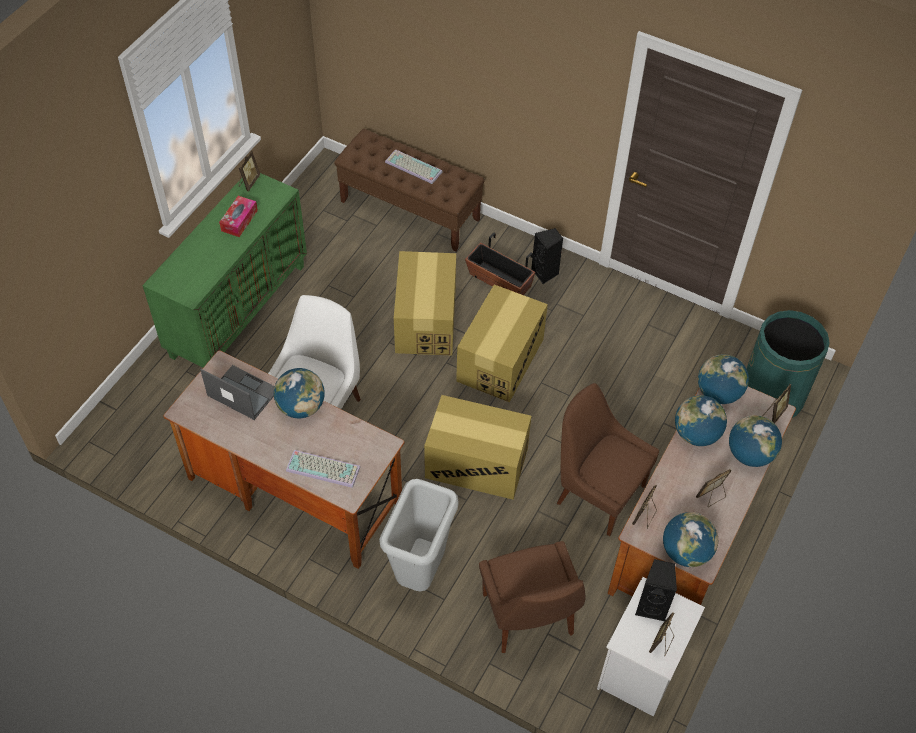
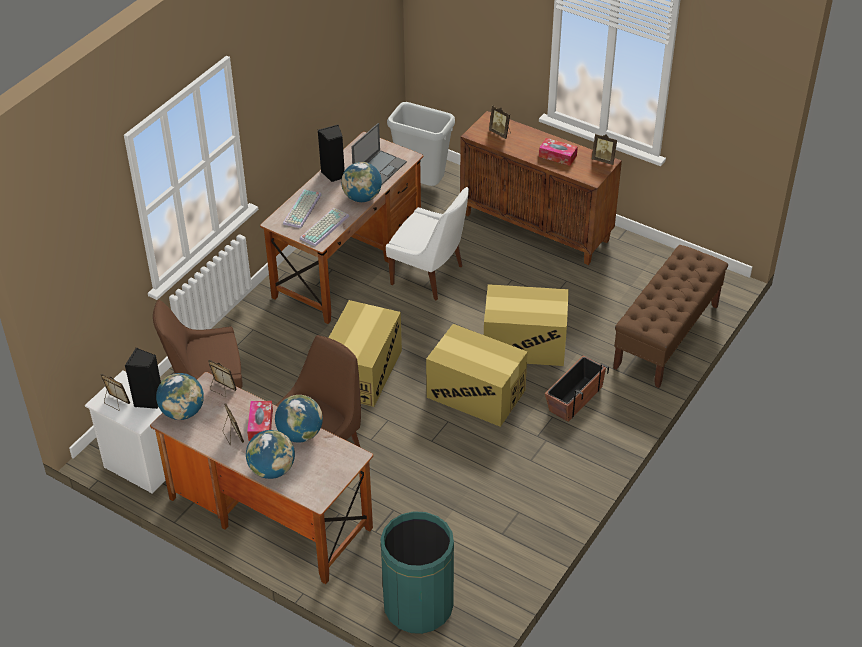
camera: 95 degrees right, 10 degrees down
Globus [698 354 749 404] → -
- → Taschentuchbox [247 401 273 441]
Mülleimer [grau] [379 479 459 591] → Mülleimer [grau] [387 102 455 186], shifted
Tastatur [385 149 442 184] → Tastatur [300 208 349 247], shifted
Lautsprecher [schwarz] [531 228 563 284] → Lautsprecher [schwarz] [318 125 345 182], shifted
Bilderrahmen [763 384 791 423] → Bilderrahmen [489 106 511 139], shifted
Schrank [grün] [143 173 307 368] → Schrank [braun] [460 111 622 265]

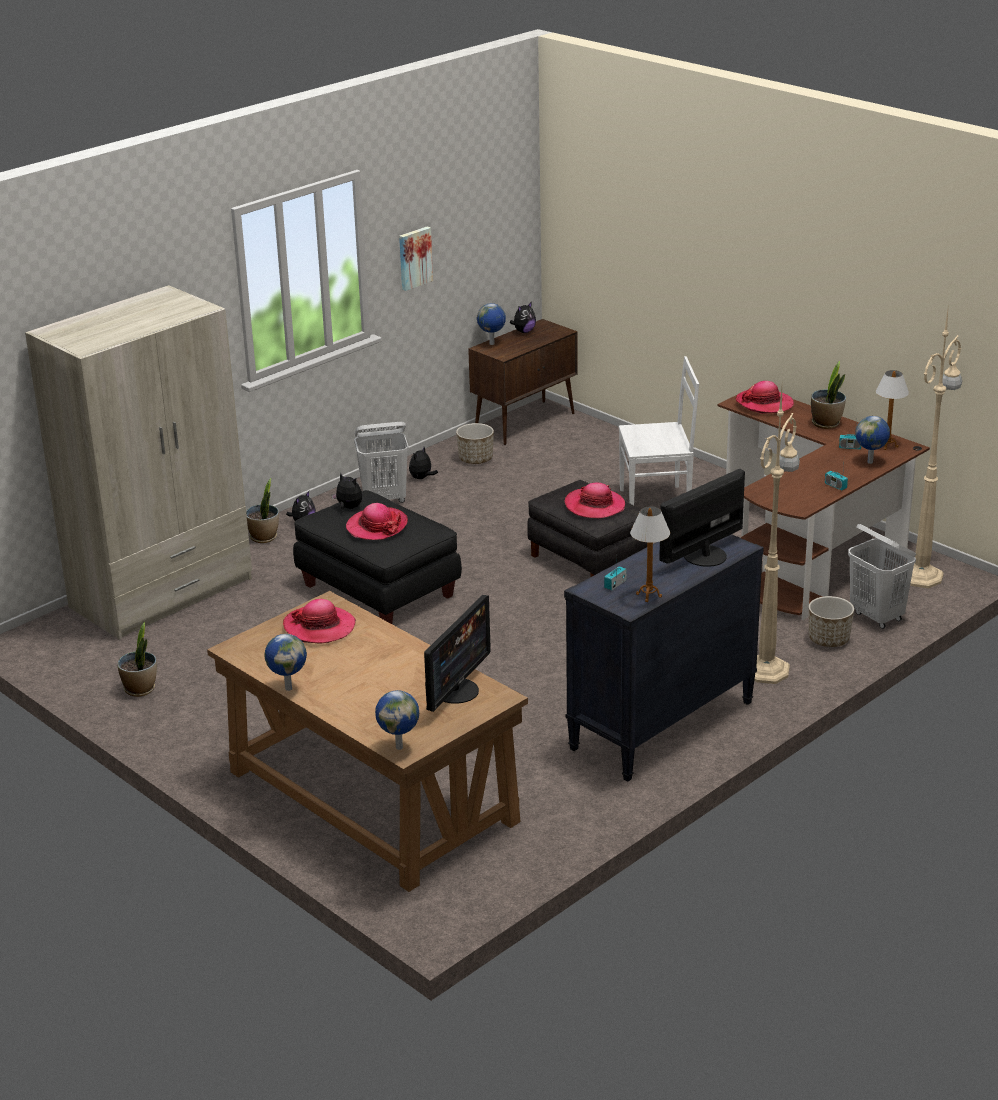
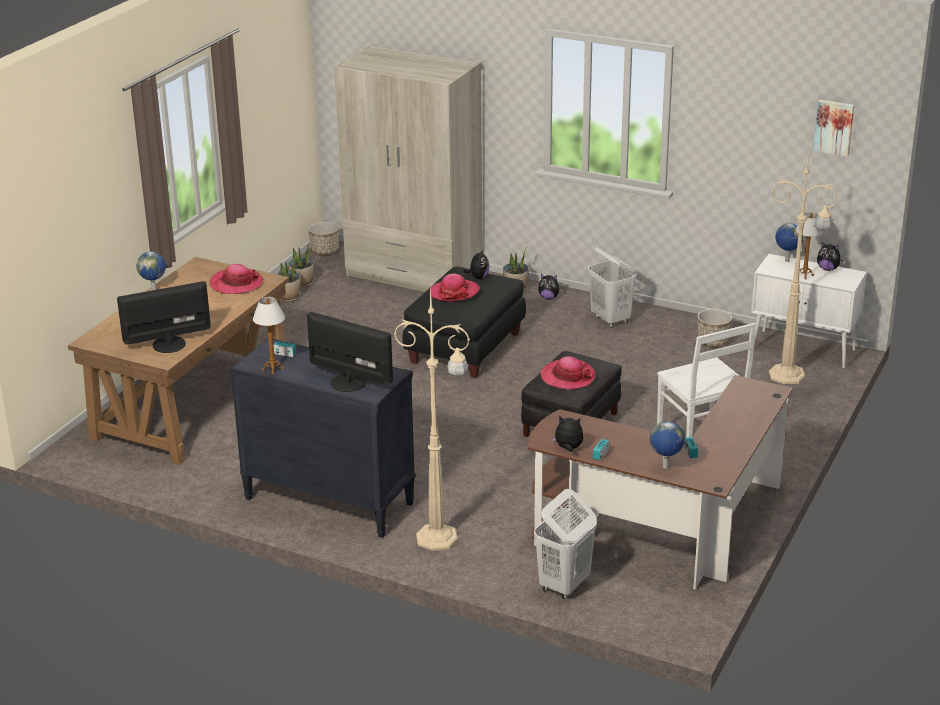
camera: 70 degrees right, 0 degrees up
Globus [375 690 419 750] → -
Hut [735 381 794 414] → -
Bild [399 226 433 291] → Bild [813 100 854 157], shifted
Plüschtier [409 447 438 479] → Plüschtier [551 415 583 452], shifted
Pflanzkübel [809 596 854 647] → Pflanzkübel [308 222 339 255], shifted
Topfpflanze [811 361 846 429] → Topfpflanze [288 242 314 288], shifted
Tischlampe [876 370 909 450] → Tischlampe [795 212 823 279], shifted
Stehlampe [beige] [910 303 962 588] → Stehlampe [beige] [769 150 838 384], shifted
Schrank [braun] [468 319 578 445] → Schrank [weiß] [751 254 867 369]
Monitor [424 595 491 712] → Monitor [117 281 211 353], 150 degrees clockwise

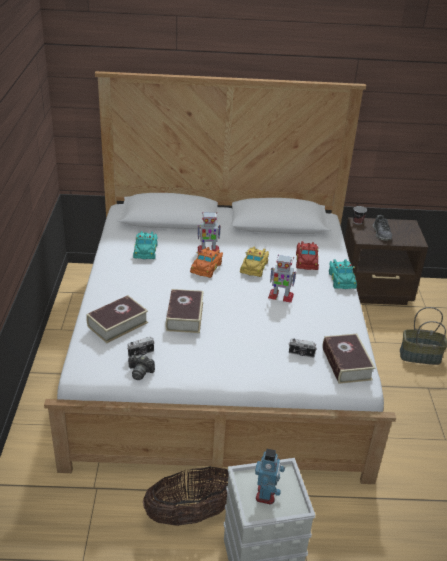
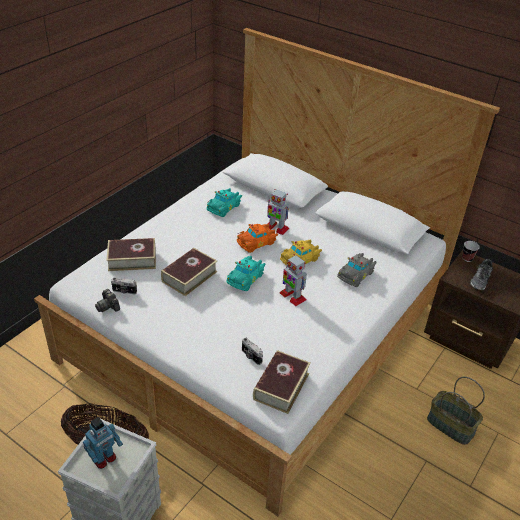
camera: 35 degrees right, 5 degrees up
Spielzeugauto [türkis] [329 259 357 289] → Spielzeugauto [türkis] [226 256 266 291], shifted
Spielzeugauto [rot] [296 241 319 270] → Spielzeugauto [grau] [337 253 377 287]

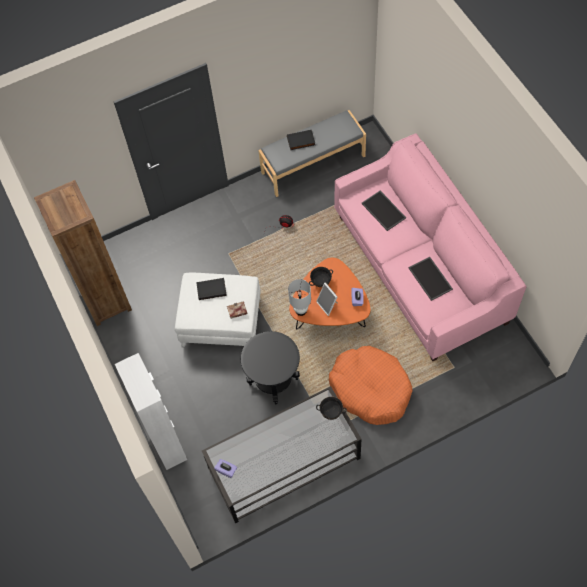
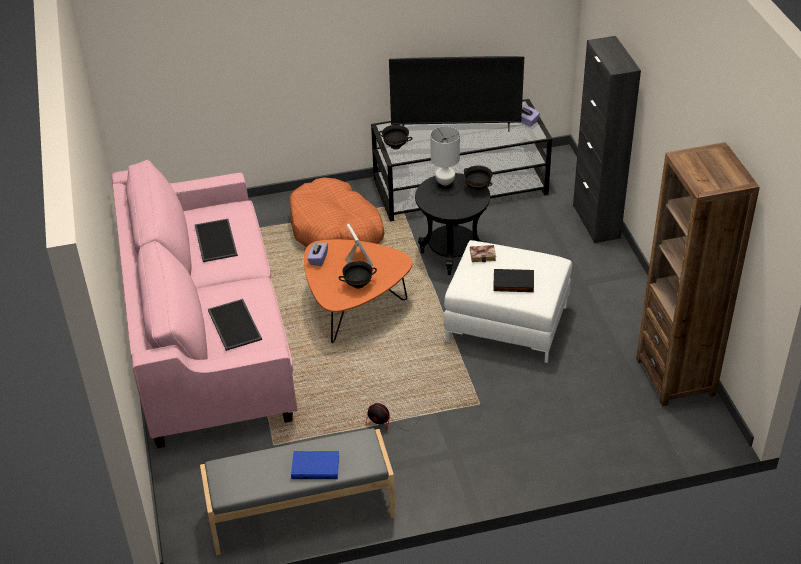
camera: 170 degrees left, 20 degrees down
- → Fernseher [389 56 524 132]
- → Schüssel [schwarz] [464 165 493 192]
Tischlampe [weiß] [288 279 311 316] → Tischlampe [weiß] [430 126 460 189], shifted
Schrank [weiß] [115 353 187 470] → Schrank [schwarz] [573 36 641 243]
Buch [schwarz] [287 130 315 150] → Buch [blau] [291 451 339 479]

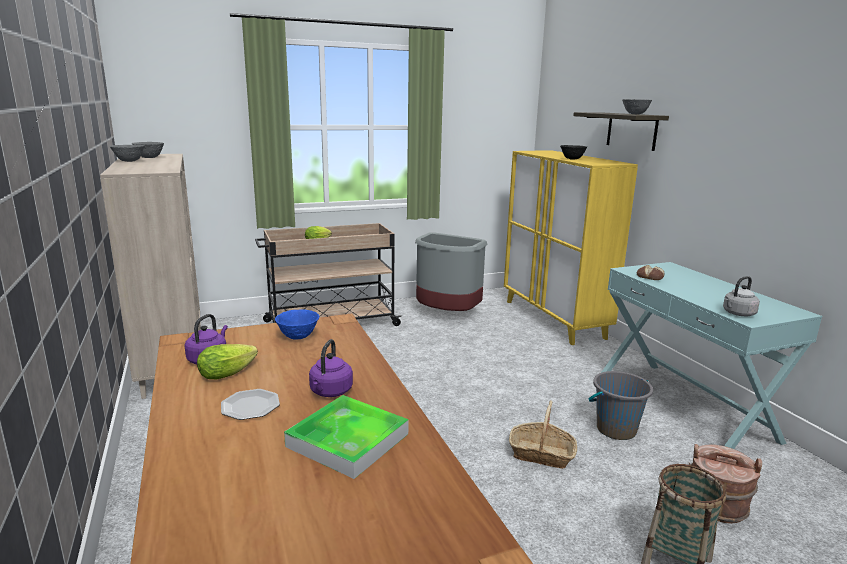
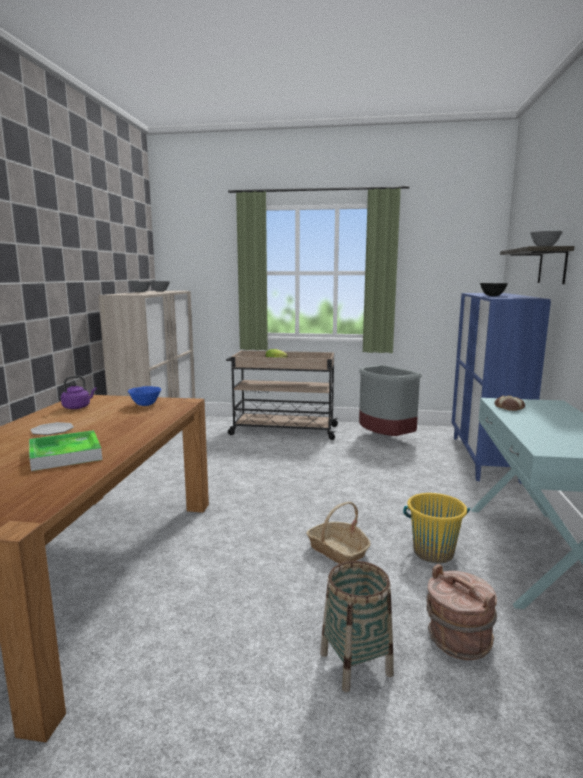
camera: 30 degrees right, 5 degrees down
Salatkopf [197 344 258 379] → -
Wasserkessel [lila] [309 339 353 397] → -
Wasserkessel [grau] [723 276 760 316] → -
Schrank [gelb] [504 150 638 345] → Schrank [blau] [452 293 551 484]
Eimer [grau] [589 371 653 440] → Eimer [gelb] [403 493 470 563]

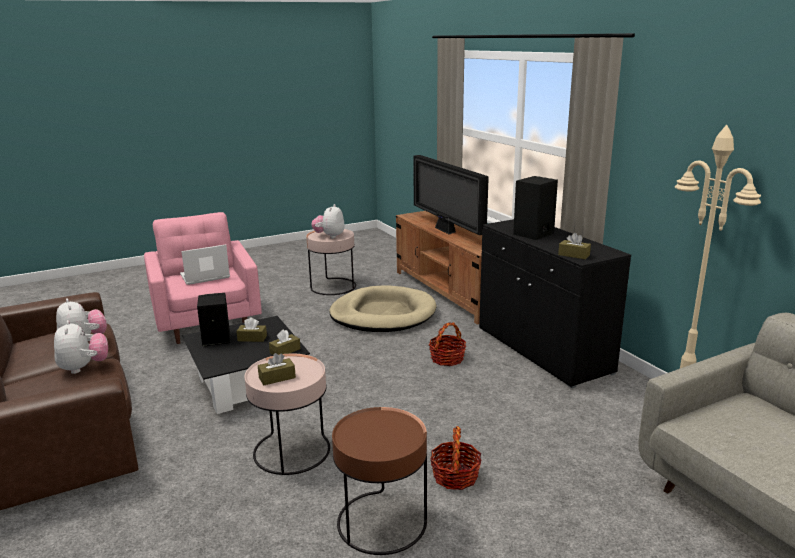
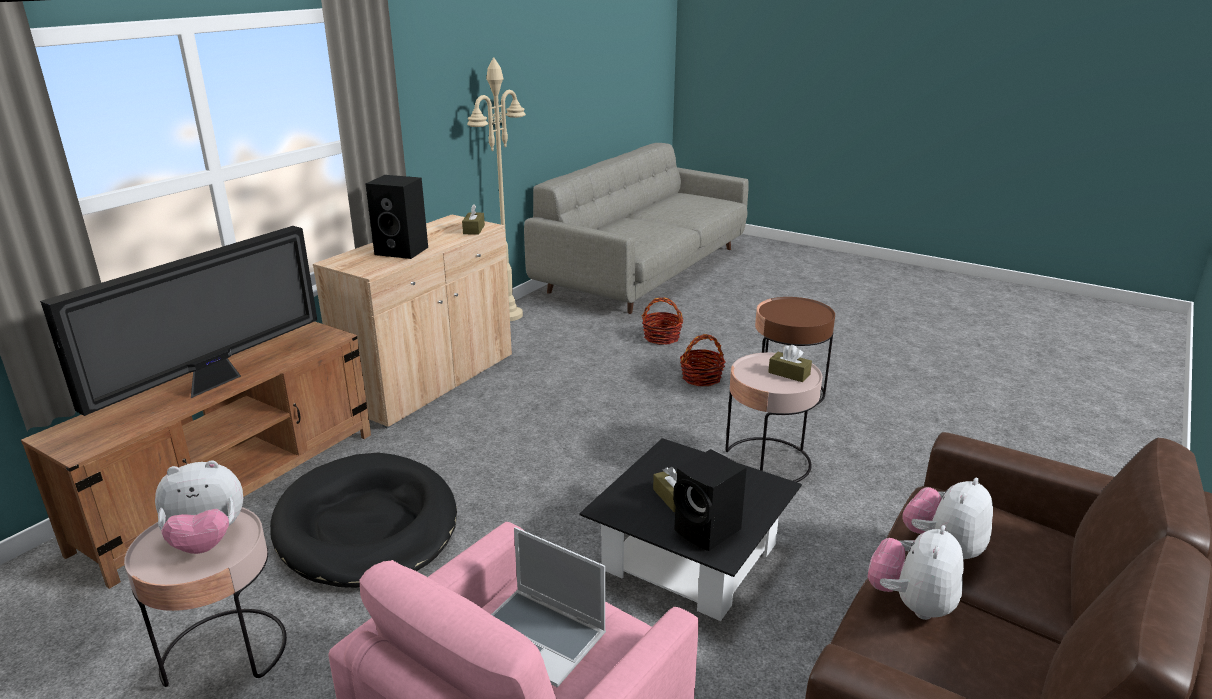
camera: 120 degrees left, 5 degrees up
Taschentuchbox [braun] [269 329 301 355] → -
Korb [429 322 466 366] → Korb [642 297 683 345], shifted
Hundebett [beige] [329 285 437 332] → Hundebett [schwarz] [270 453 457 588]
Schrank [schwarz] [479 219 631 388] → Schrank [beige] [313 214 512 429]

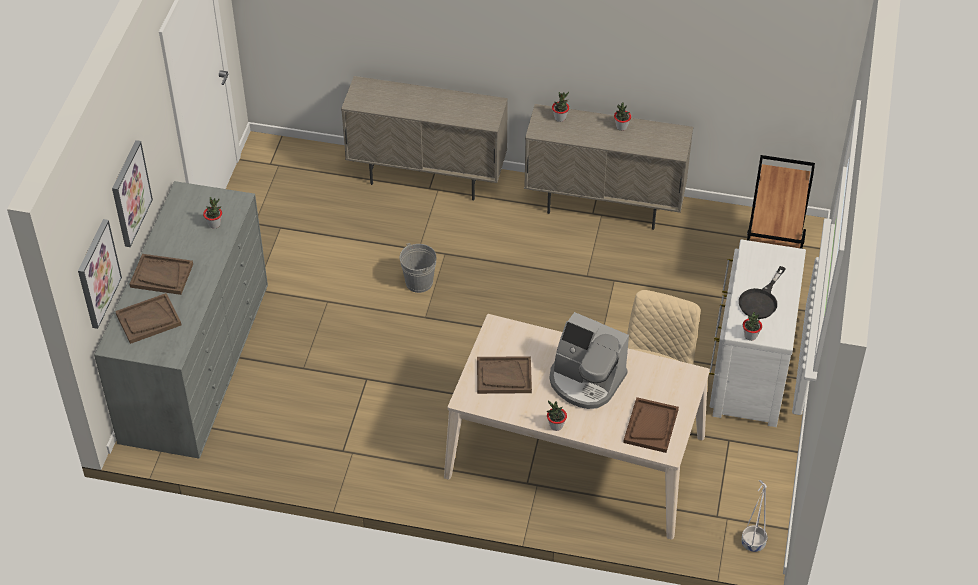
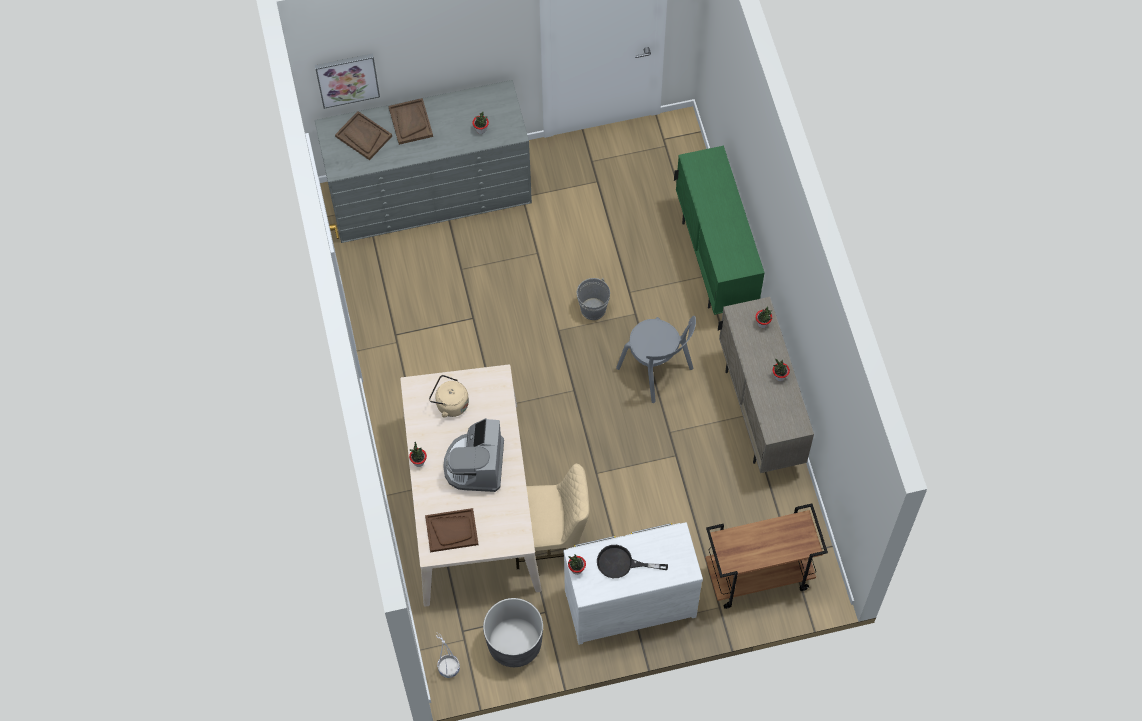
camera: 65 degrees right, 15 degrees up
Bild [112 140 153 247] → -
- → Pflanzkübel [grau] [483 598 543 667]
- → Stuhl [grau] [616 316 696 403]
Tablett [braun] [477 356 532 394] → Wasserkessel [beige] [429 375 469 418]
Schrank [beige] [341 76 508 201] → Schrank [grün] [674 146 765 315]

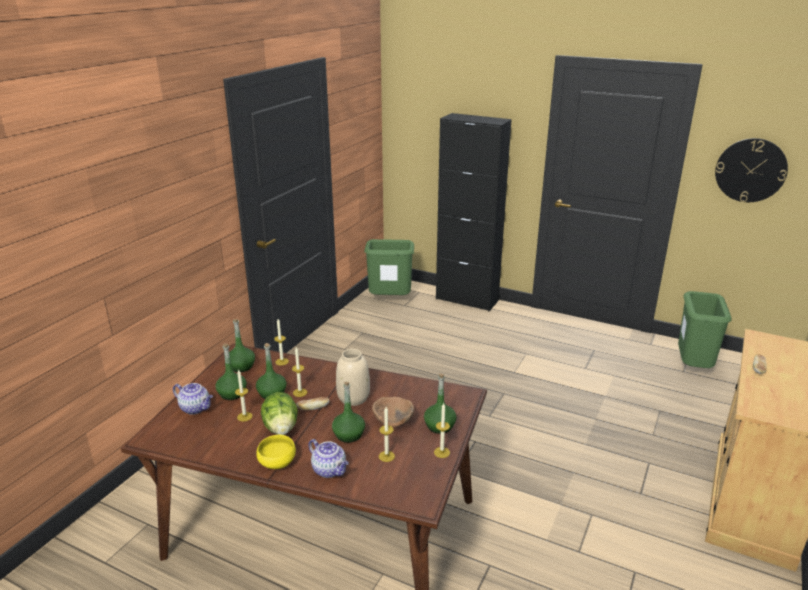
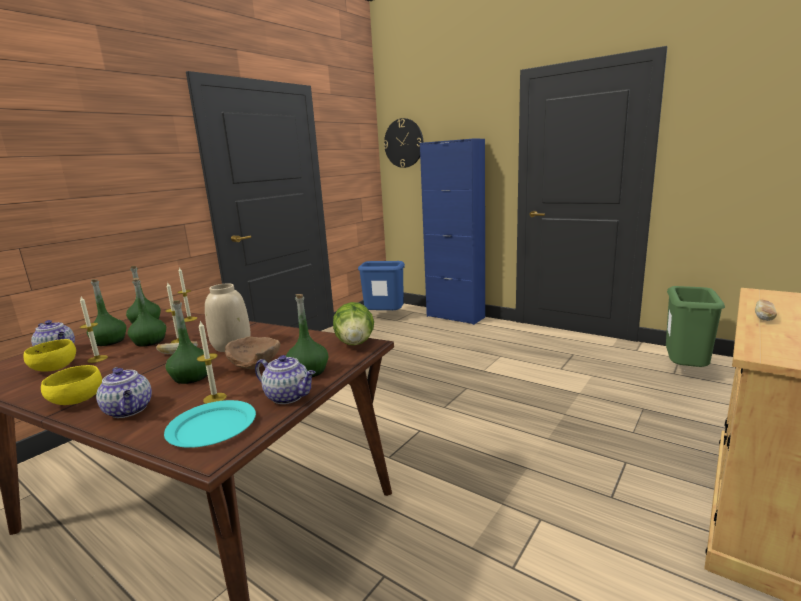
camera: 10 degrees right, 10 degrees down
- → Schüssel [gelb] [23 339 76 372]
- → Teller [türkis] [164 400 256 448]
Salatkopf [261 392 298 435] → Salatkopf [333 302 374 345], shifted
Wanduhr [715 138 788 202] → Wanduhr [383 118 423 168], shifted
Kerze [434 403 450 458] → Teekanne [255 355 315 404]
Mülleimer [grün] [364 239 415 295] → Mülleimer [blau] [358 261 405 310]
Schrank [schwarz] [436 113 512 311] → Schrank [blau] [420 139 485 325]

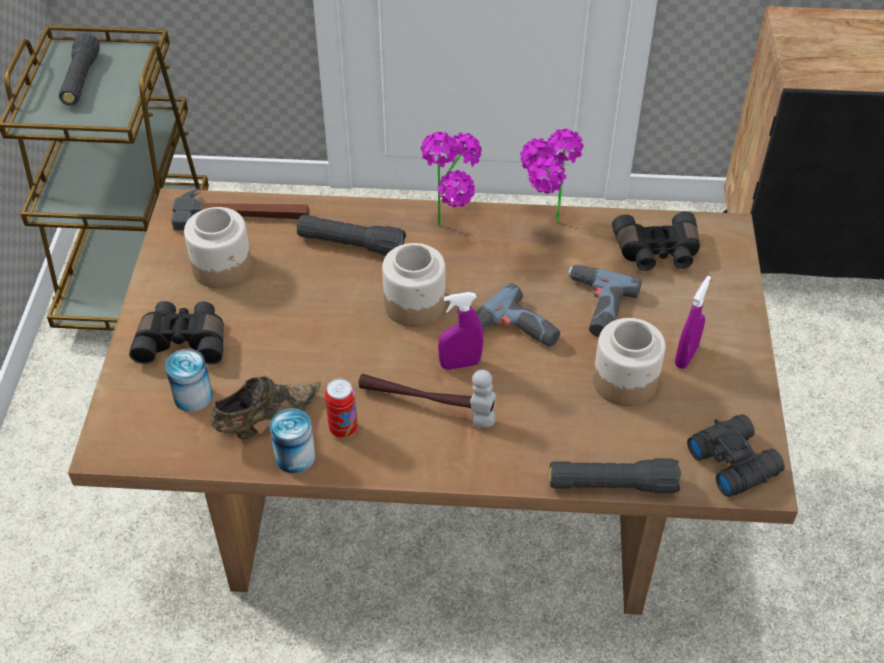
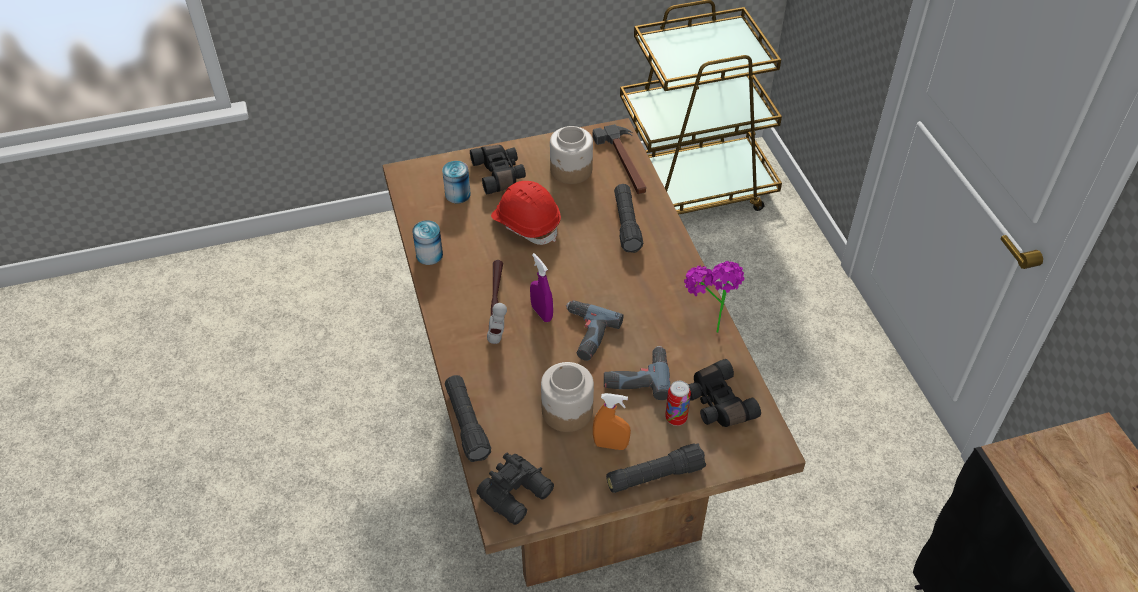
camera: 70 degrees right, 0 degrees up
Schuh [braun] [210 376 321 439] → -
Vorratsglas [382 243 445 327] → -
Topfpflanze [421 131 482 226] → -
- → Schutzhelm [rot] [491 181 561 245]
Taschenlampe [schwarz] [59 33 100 106] → Taschenlampe [schwarz] [606 443 706 493], shifted
Dose [325 378 357 438] → Dose [665 381 691 426], shifted
Sprühflasche [lila] [675 276 711 369] → Sprühflasche [orange] [593 393 631 450]

